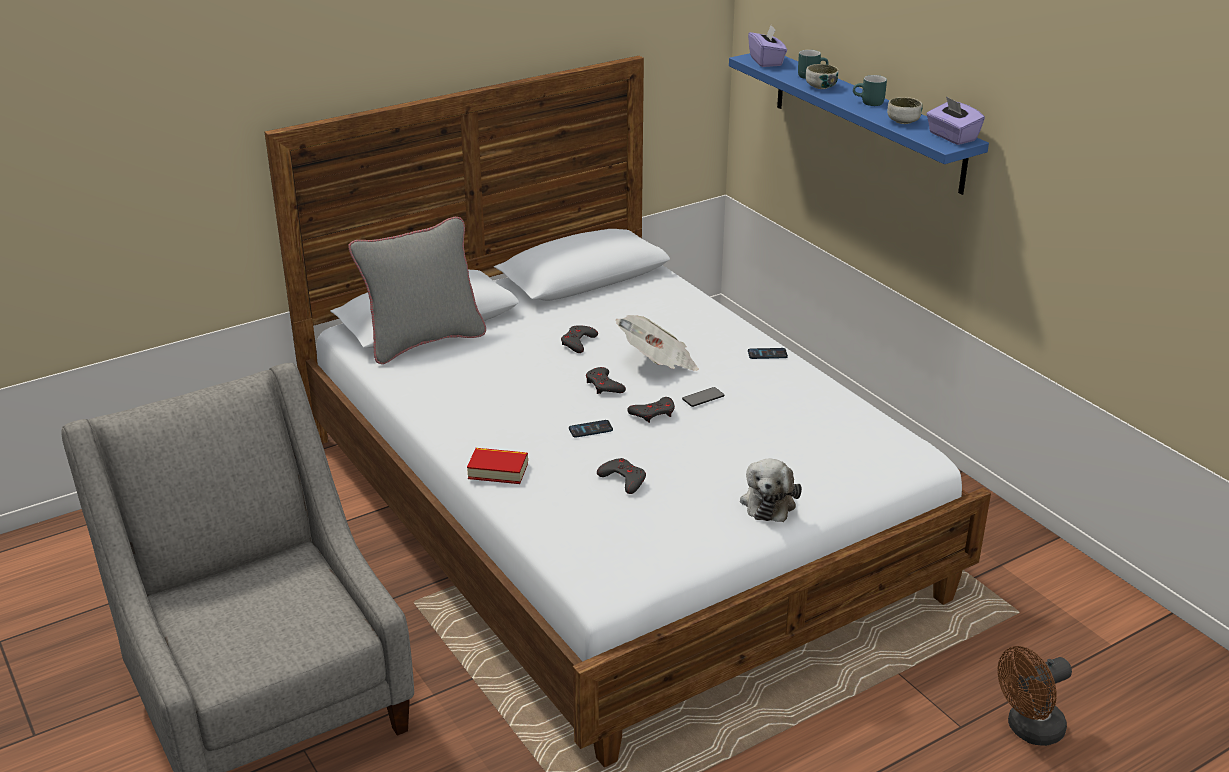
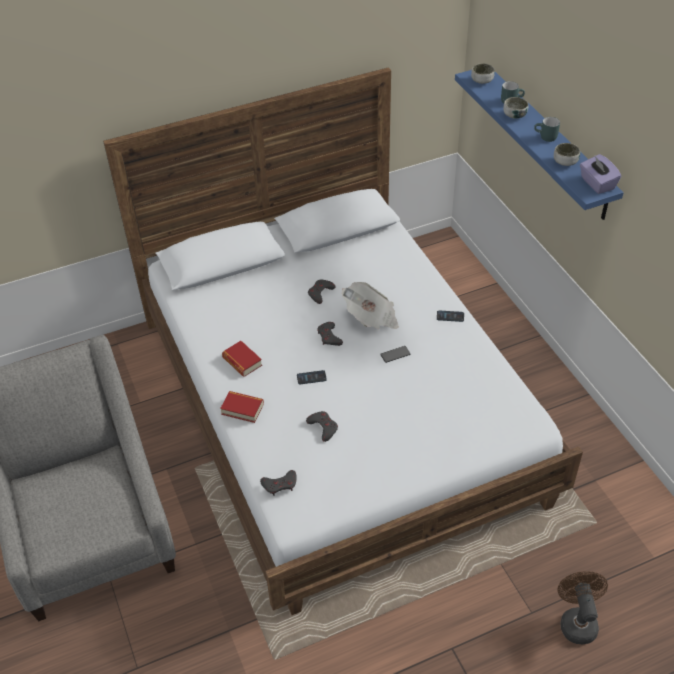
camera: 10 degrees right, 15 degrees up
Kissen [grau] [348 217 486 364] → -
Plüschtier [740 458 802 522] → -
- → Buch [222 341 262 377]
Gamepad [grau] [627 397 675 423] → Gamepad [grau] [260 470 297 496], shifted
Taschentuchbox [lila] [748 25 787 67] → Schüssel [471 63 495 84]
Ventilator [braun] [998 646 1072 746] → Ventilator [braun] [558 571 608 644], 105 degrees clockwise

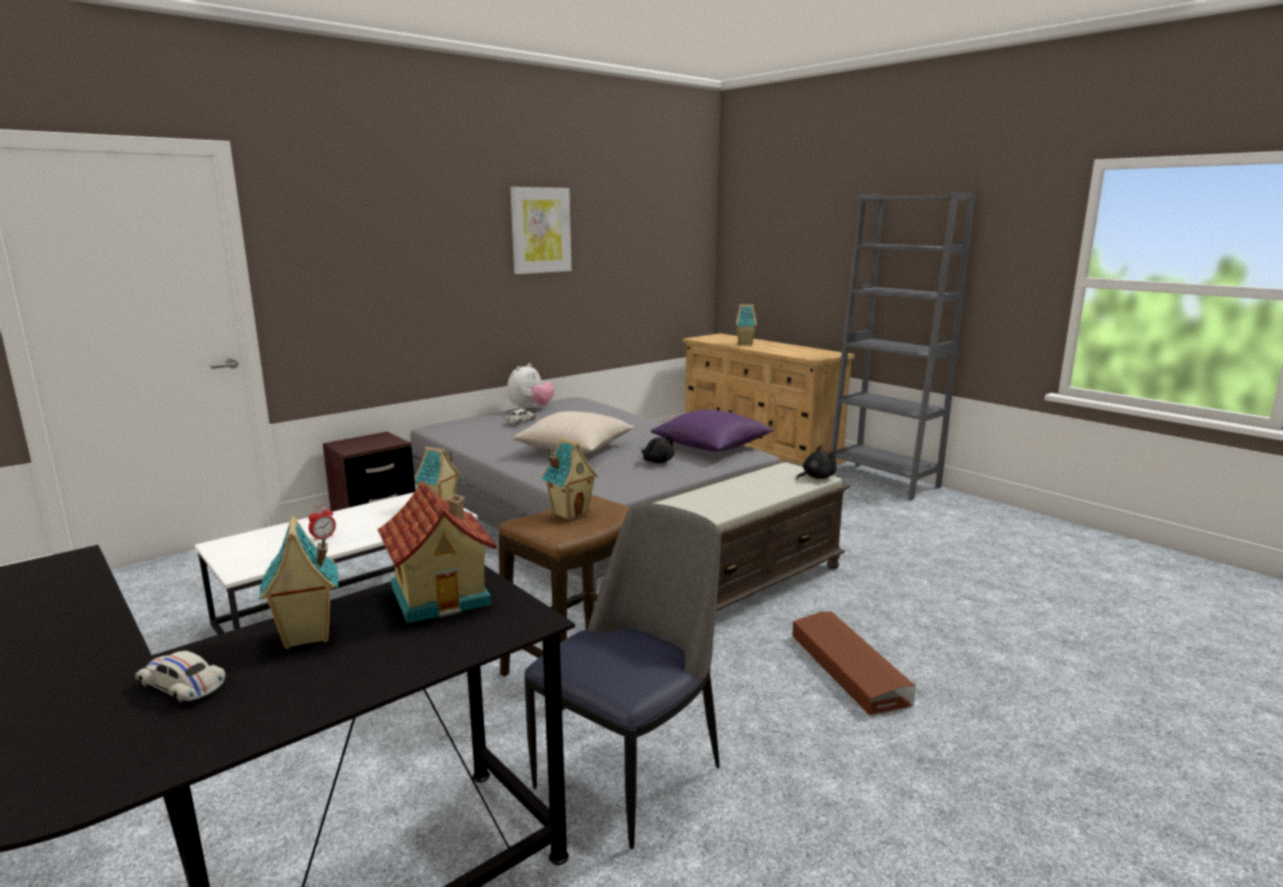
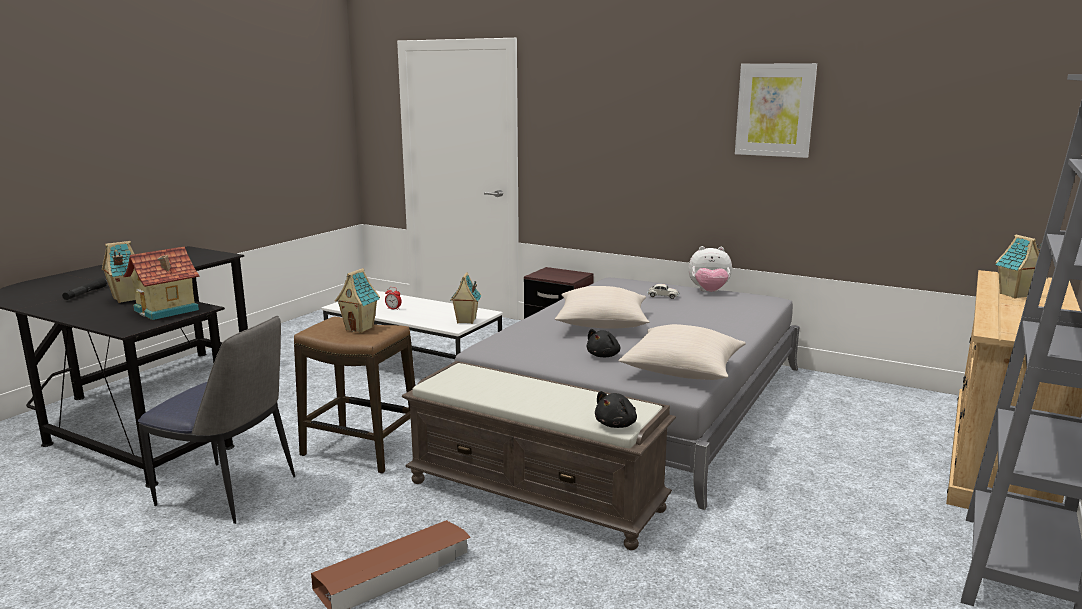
camera: 70 degrees right, 0 degrees up
Spielzeugauto [weiß] [135 651 225 705] → Taschenlampe [schwarz] [62 278 107 300]
Kissen [lila] [651 410 774 452] → Kissen [beige] [618 324 746 380]
Plüschtier [schwarz] [796 446 837 479] → Plüschtier [schwarz] [595 391 637 428], 90 degrees clockwise

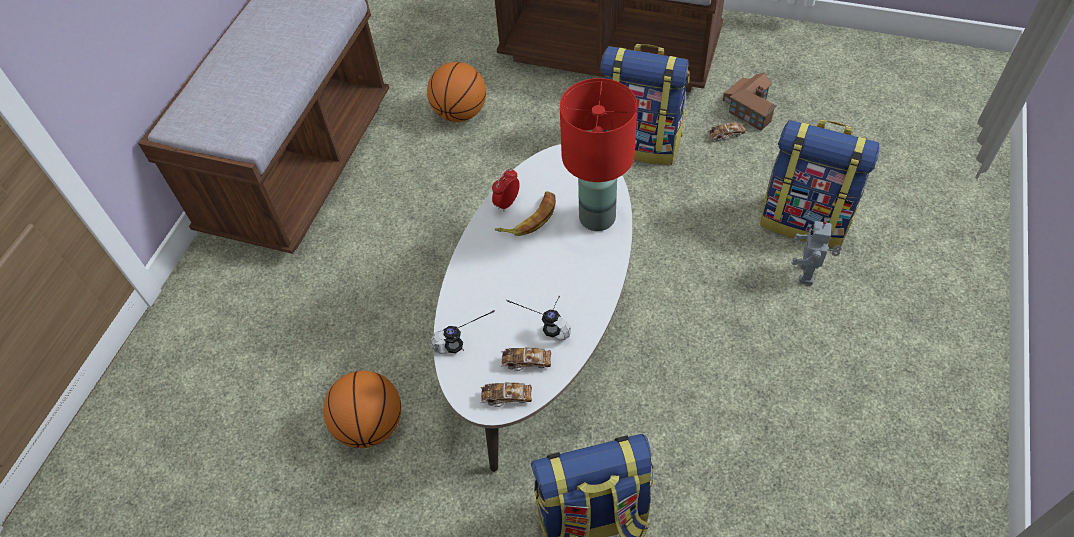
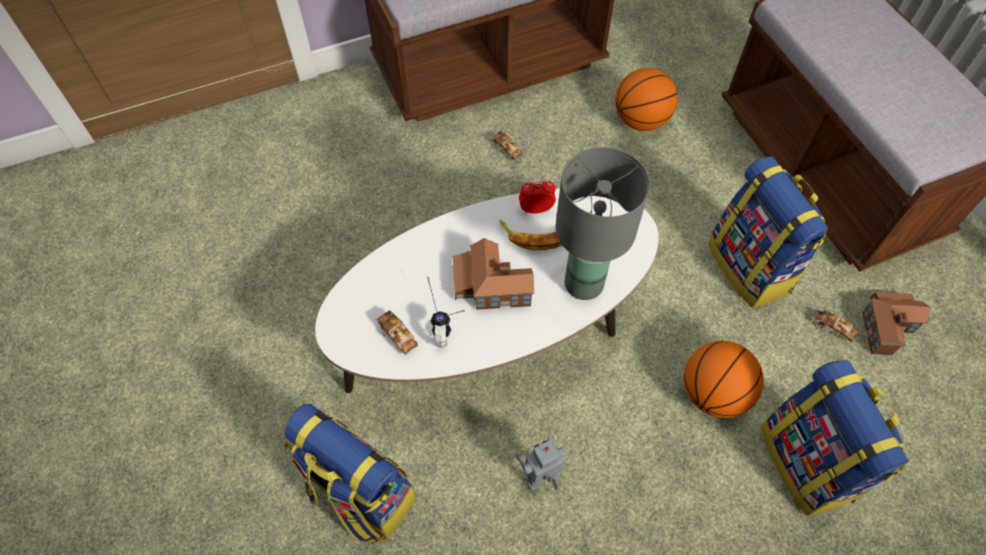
camera: 45 degrees right, 5 degrees up
Kopfhörer [431 310 495 354] → -
- → Spielzeughaus [453 238 534 310]
Basketball [323 371 401 448] → Basketball [684 341 764 418], shifted
Spielzeugauto [481 382 532 407] → Spielzeugauto [490 131 523 160], shifted
Spielzeugroboter [791 221 842 285] → Spielzeugroboter [515 436 566 491], shifted
Tischlampe [rot] [560 78 637 231] → Tischlampe [grau] [555 147 650 300]

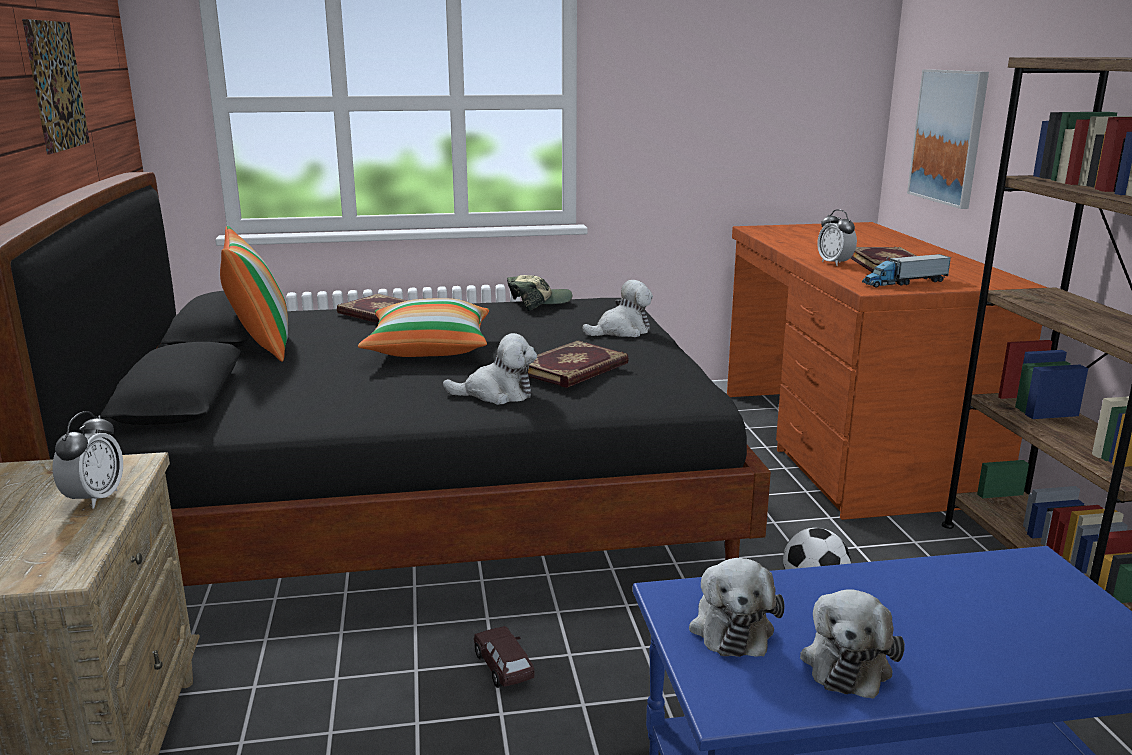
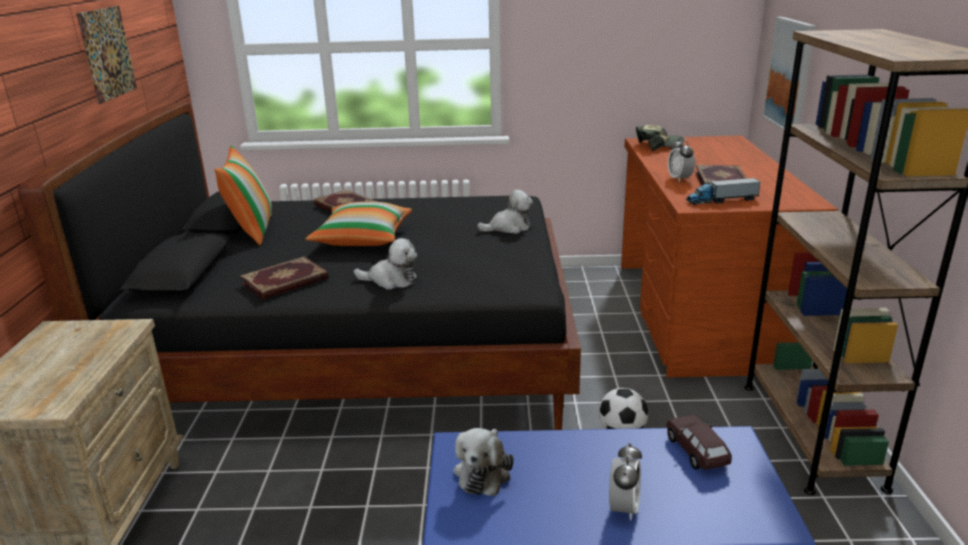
camera: 10 degrees right, 5 degrees up
Plüschtier [800 590 905 699] → -
Wecker [53 411 123 508] → Wecker [609 443 642 521], shifted
Spielzeugauto [braun] [474 626 535 688] → Spielzeugauto [braun] [666 415 732 470], shifted
Kappe [507 275 572 311] → Kappe [636 125 684 151], shifted
Buch [528 341 629 388] → Buch [240 256 329 300], shifted

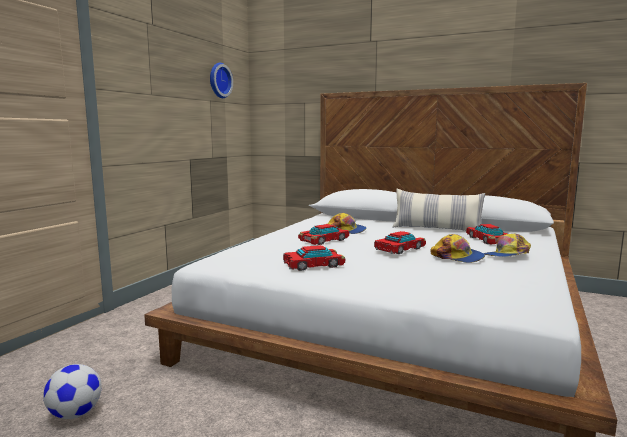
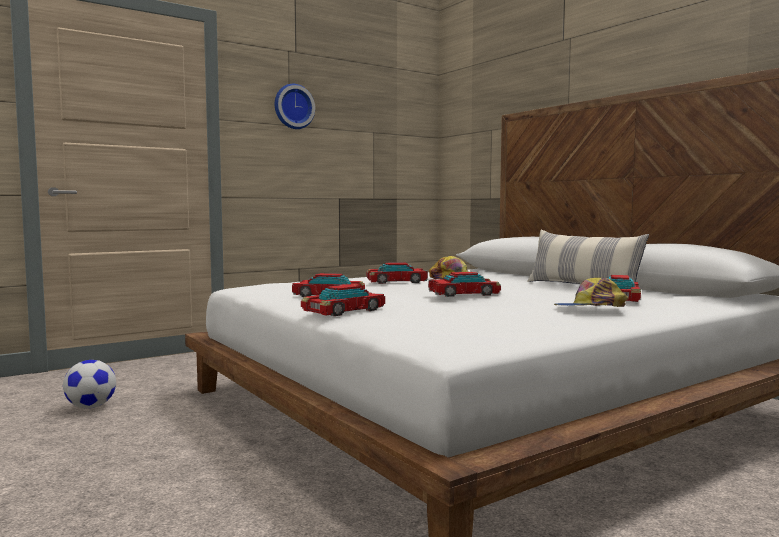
camera: 30 degrees right, 5 degrees down
Kappe [431 234 485 263] → -
- → Spielzeugauto [301 284 385 316]
Wanduhr [210 63 233 98] → Wanduhr [275 84 315 129], shifted

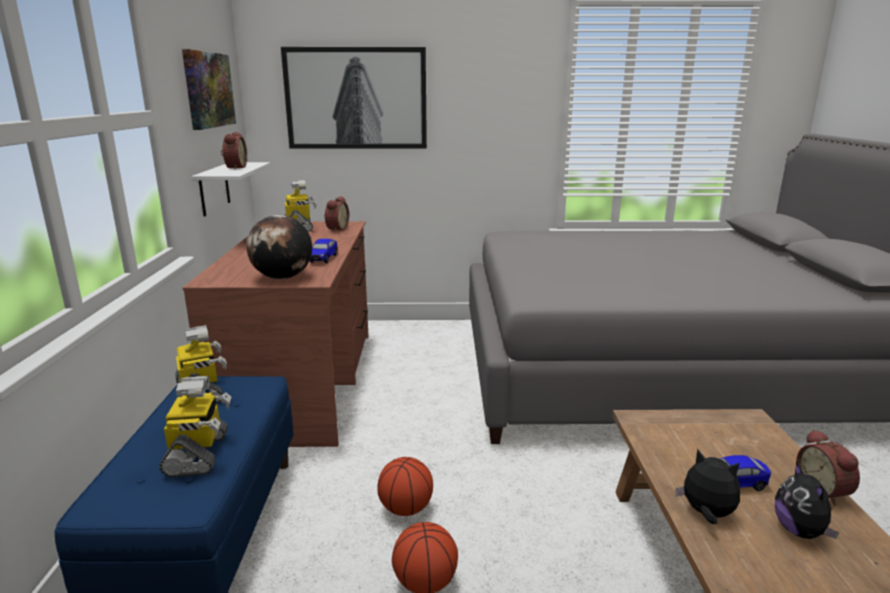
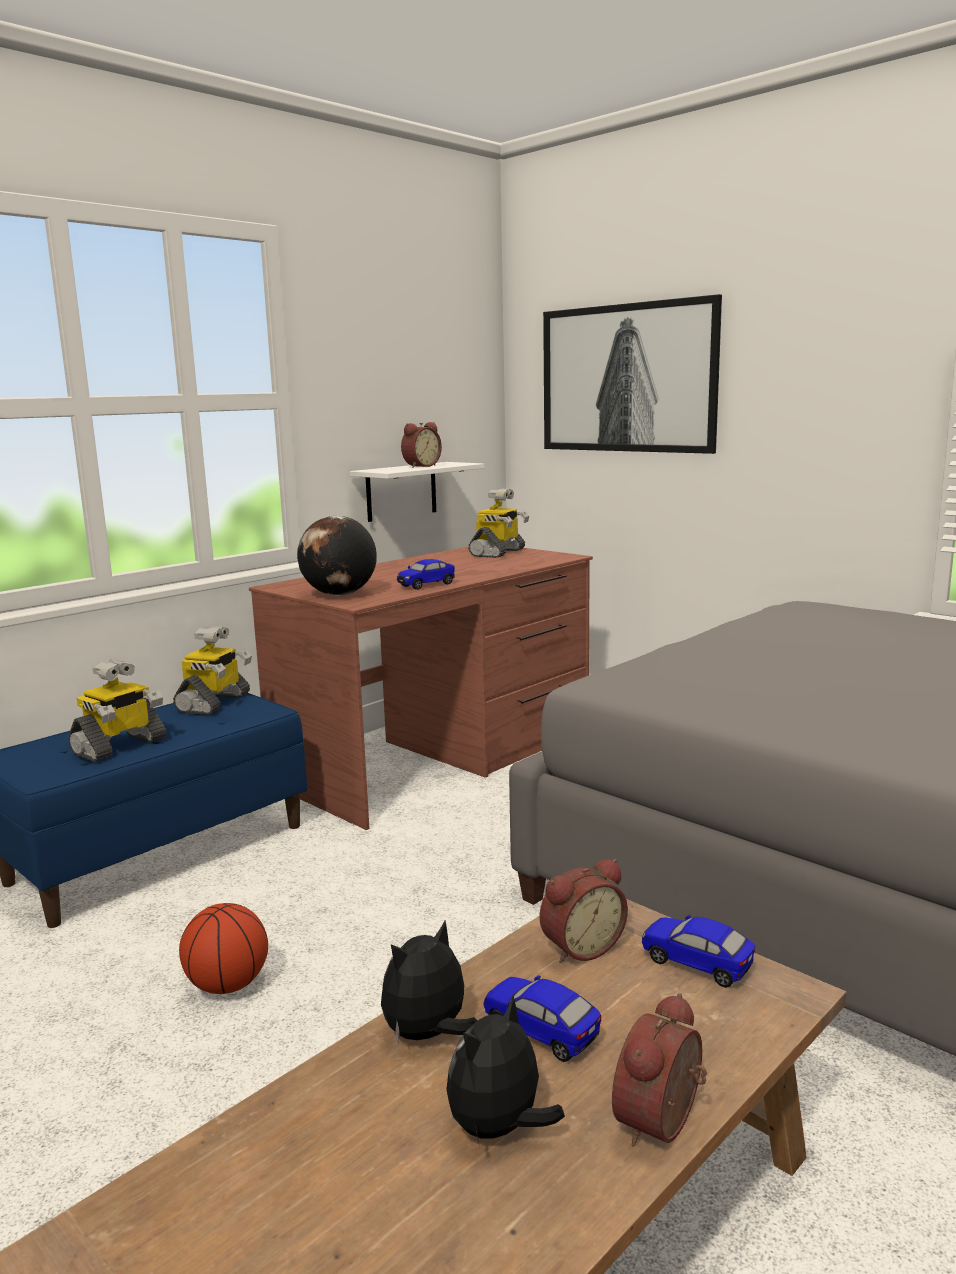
camera: 45 degrees right, 5 degrees down
Bild [182 49 236 130] → -
Basketball [377 457 433 516] → -
- → Spielzeugauto [642 915 755 988]
Wecker [324 196 349 232] → Wecker [540 859 628 963], shifted
Plüschtier [675 449 740 524] → Plüschtier [381 921 478 1045], 120 degrees counterclockwise

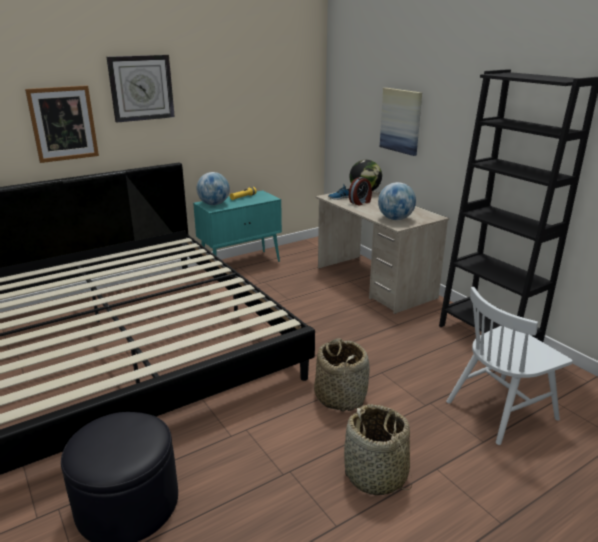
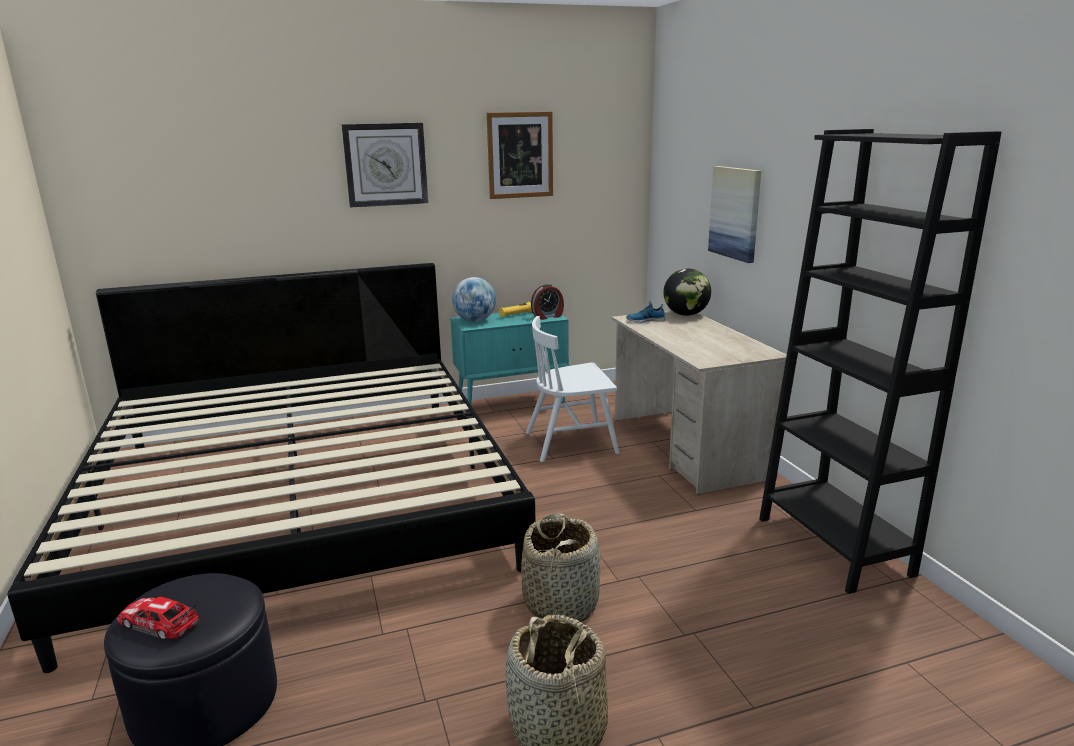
camera: 15 degrees right, 5 degrees down
Globus [378 182 416 220] → -
- → Spielzeugauto [117 596 199 640]
Bild [25 85 99 163] → Bild [487 112 553 199], shifted
Wecker [349 177 372 205] → Wecker [531 284 564 320], shifted
Stuhl [weiß] [446 287 573 445] → Stuhl [weiß] [526 316 620 462], shifted

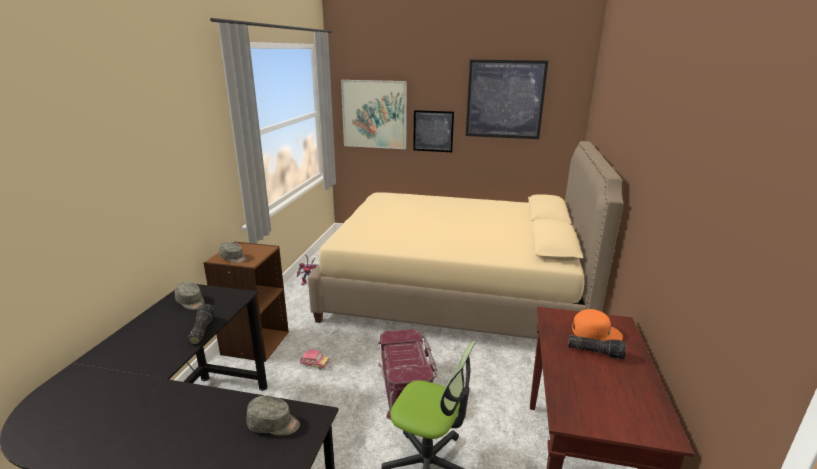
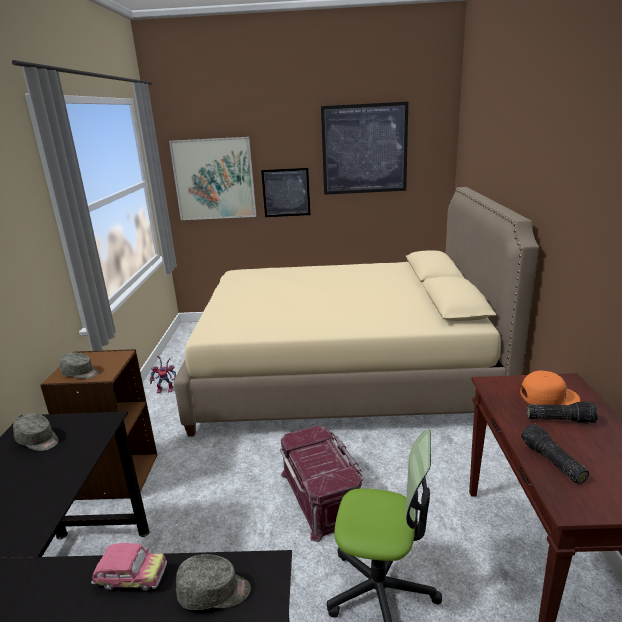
camera: 10 degrees left, 0 degrees up
Taschenlampe [188 304 215 345] → Taschenlampe [521 424 589 484], shifted
Spielzeugauto [299 350 330 369] → Spielzeugauto [91 543 167 591], shifted

